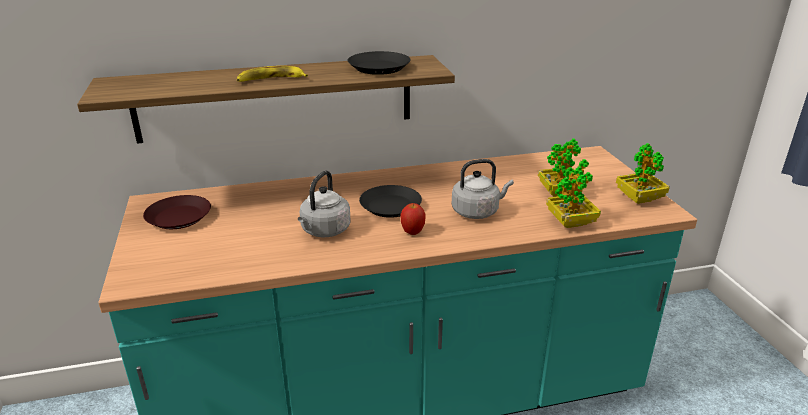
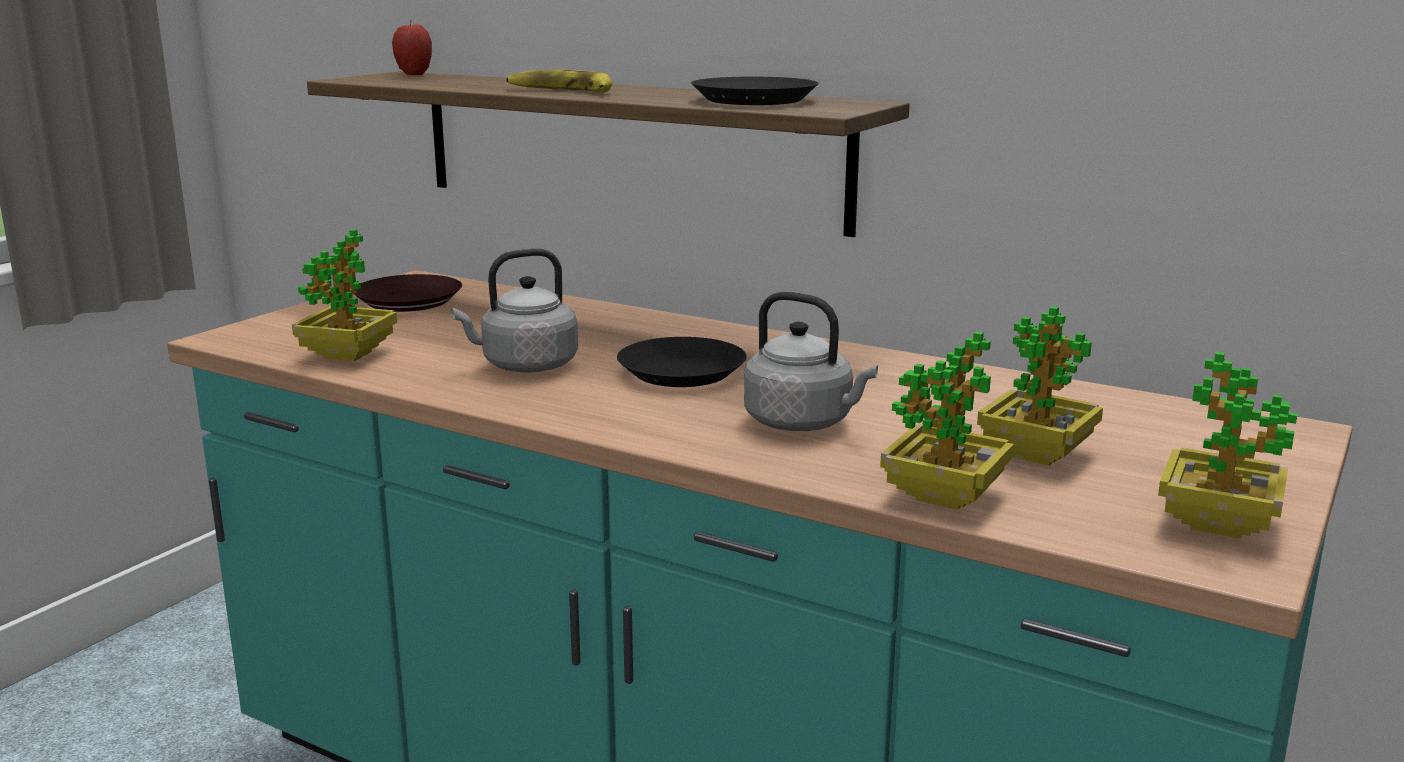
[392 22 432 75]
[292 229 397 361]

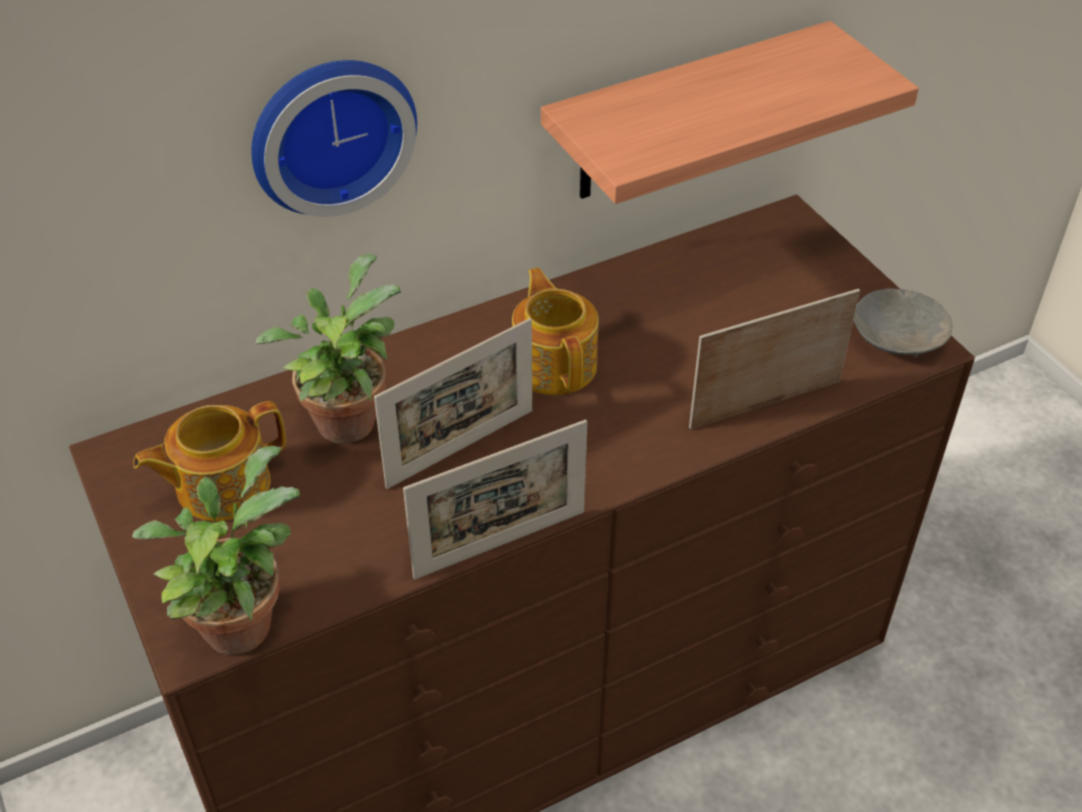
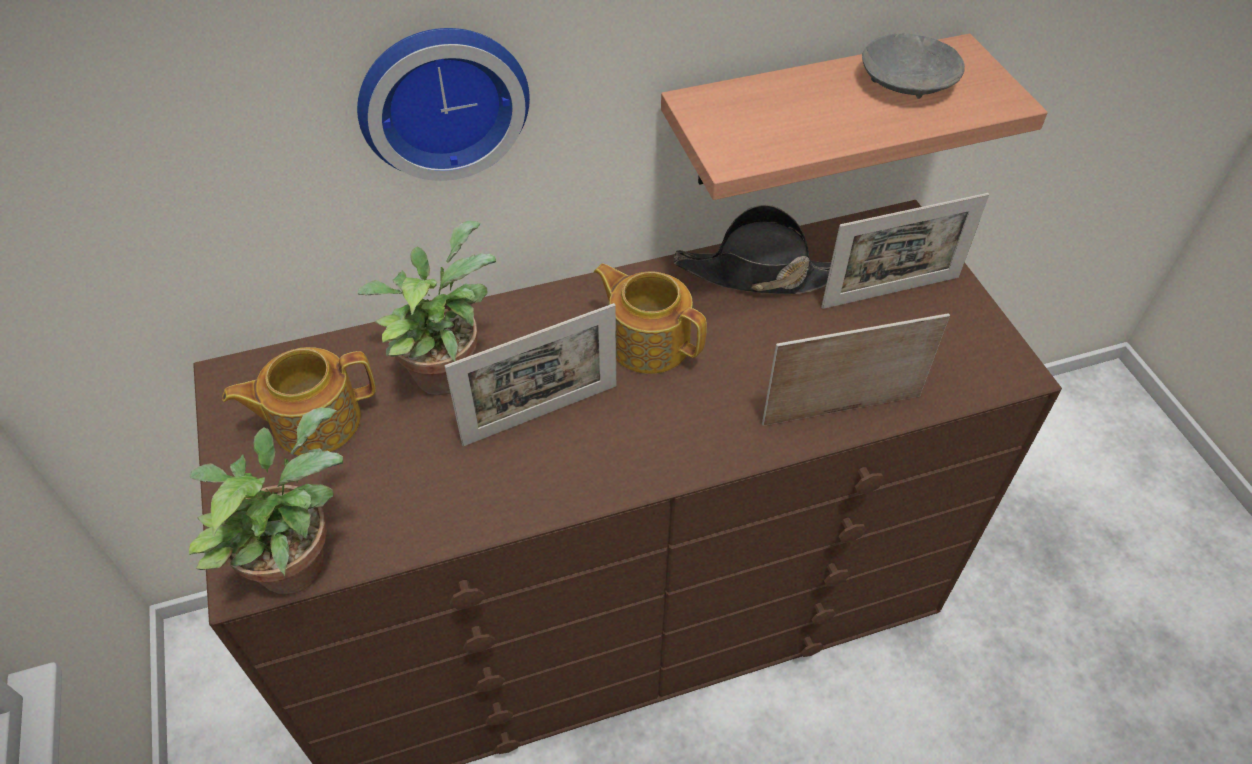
[821 193 989 309]
[594 264 707 374]
[862 34 965 99]
[674 205 831 294]

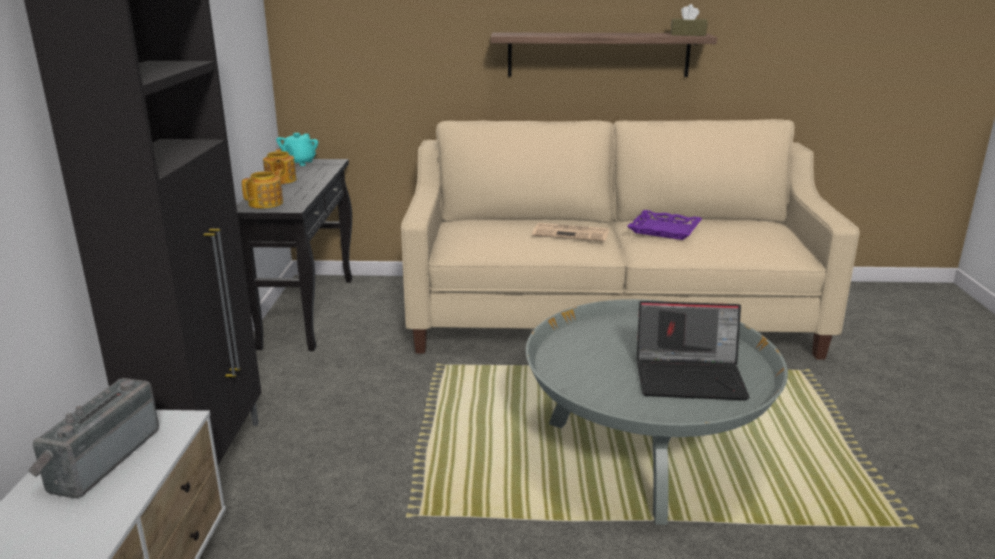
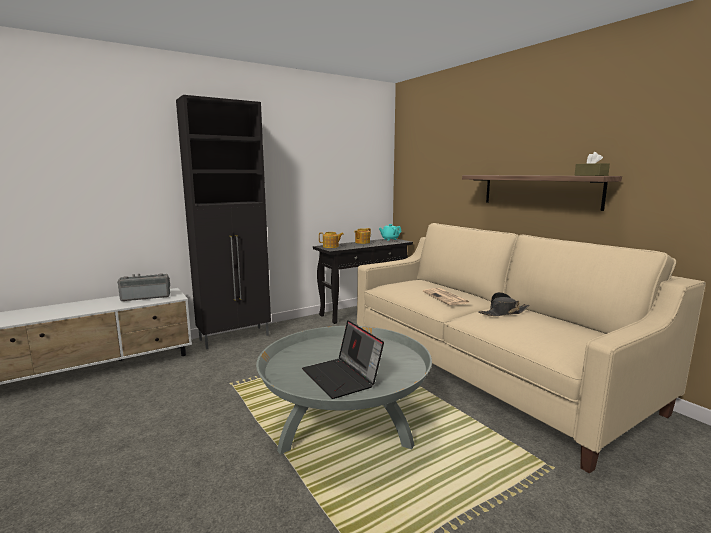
[478 292 529 316]

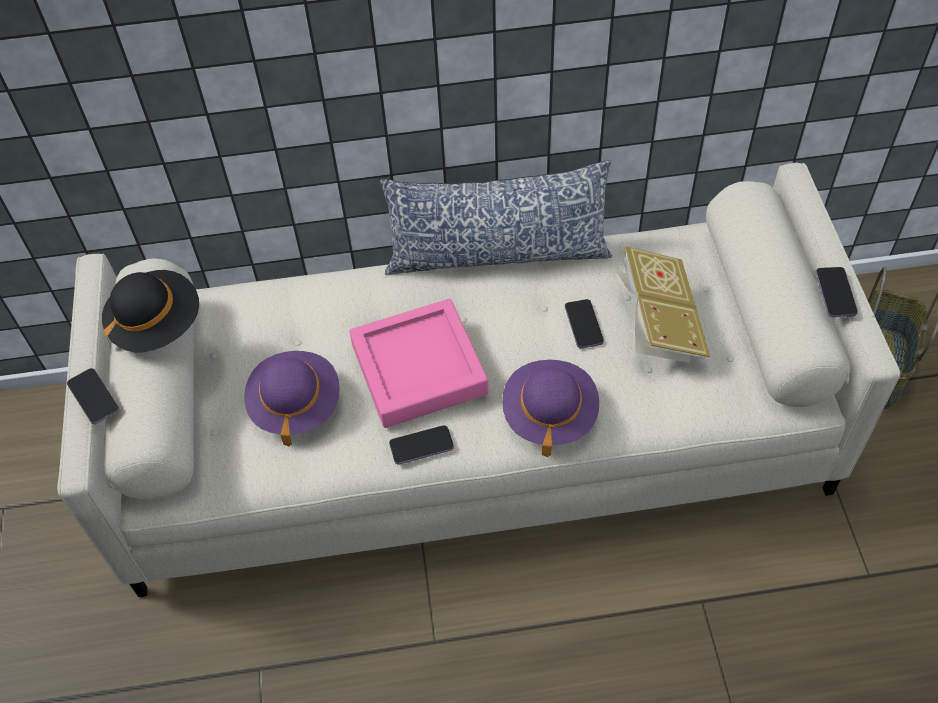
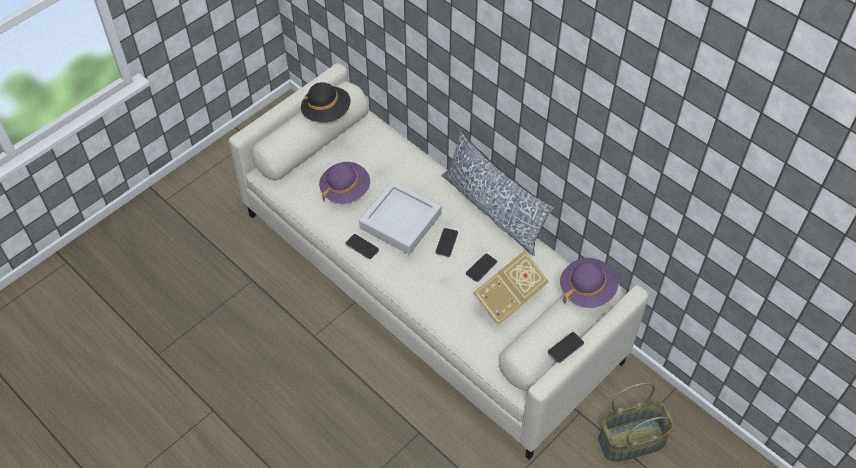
[435 228 458 257]
[359 181 442 254]
[560 258 618 308]

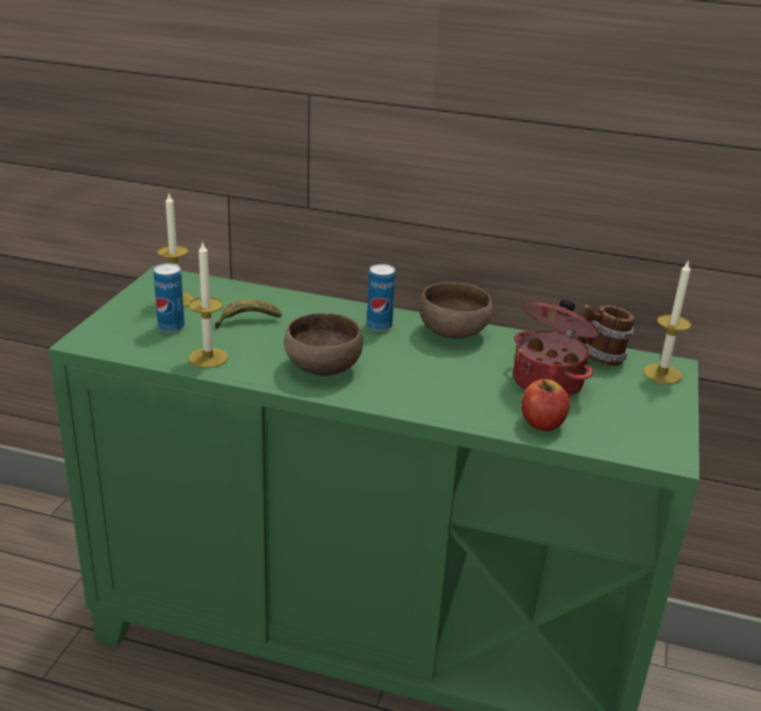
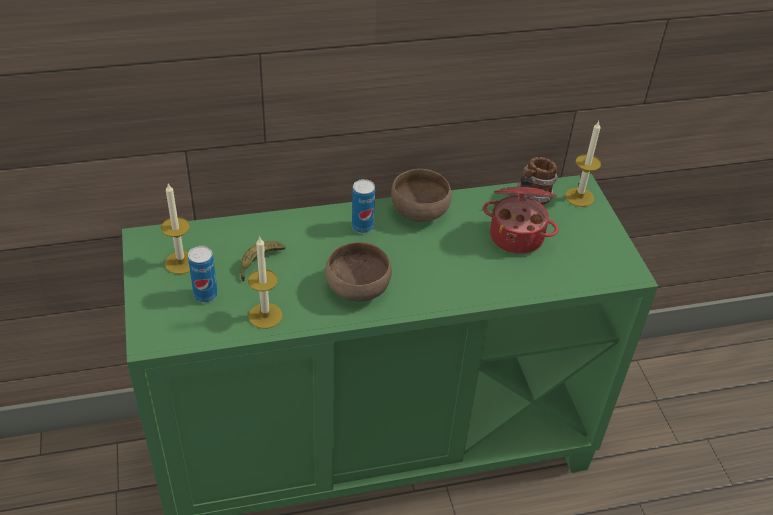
[522 379 570 431] (first image)

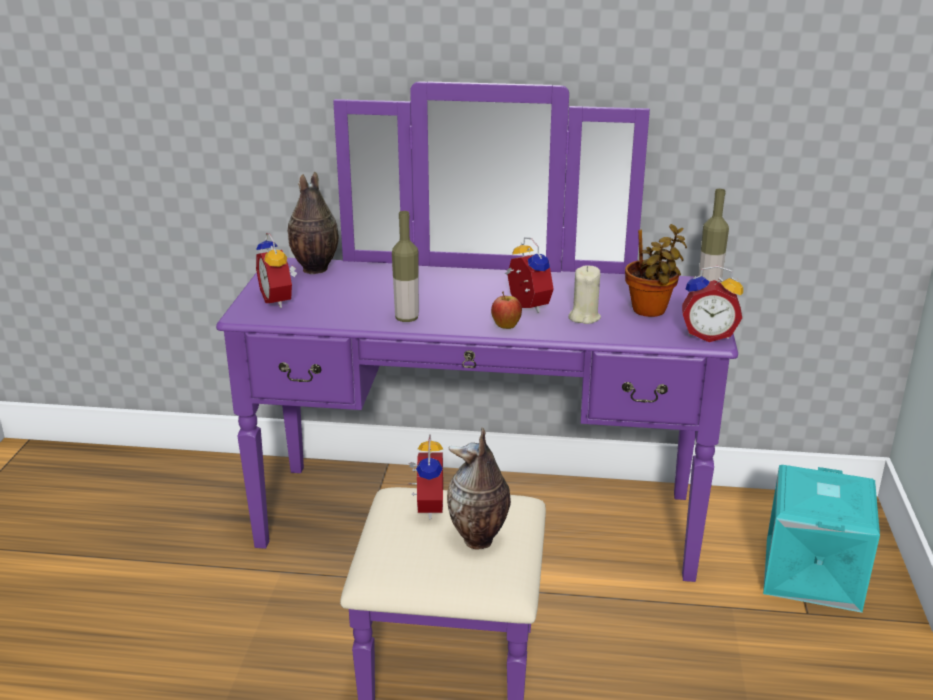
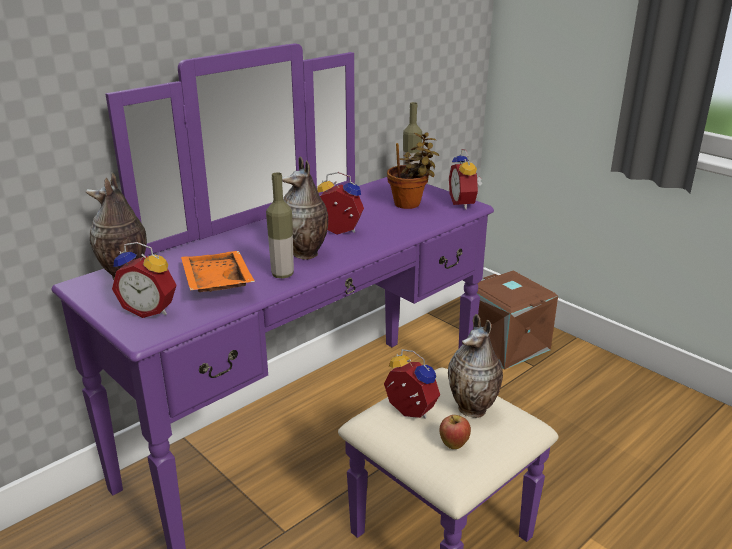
[439 415 471 449]
[568 266 601 324] (first image)
[449 149 482 210]
[477 271 558 370]
[181 251 255 292]
[282 156 328 260]

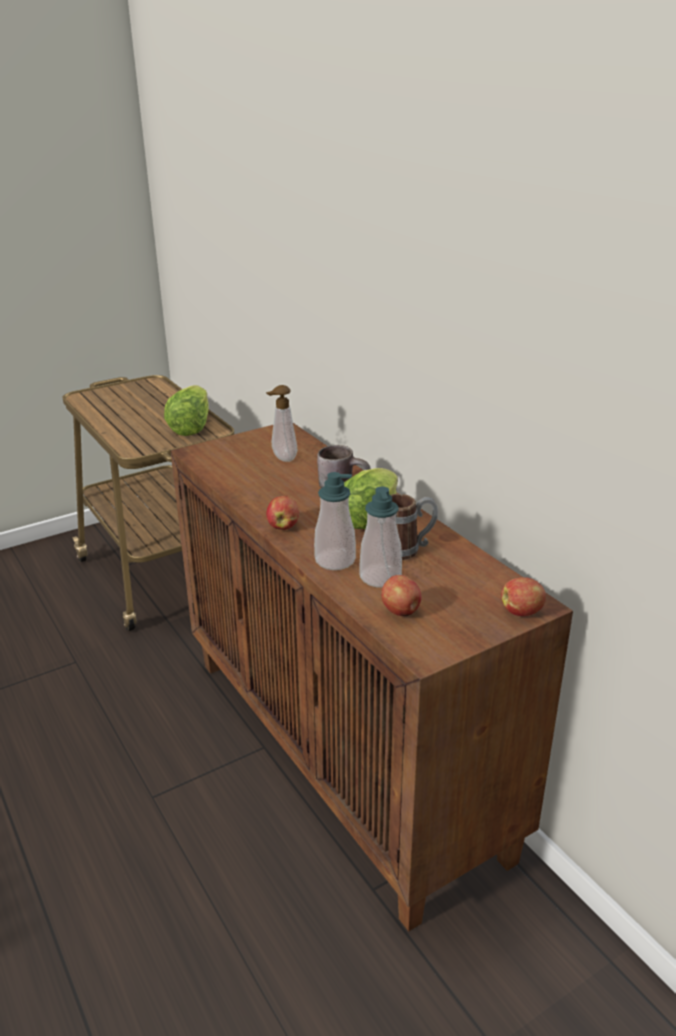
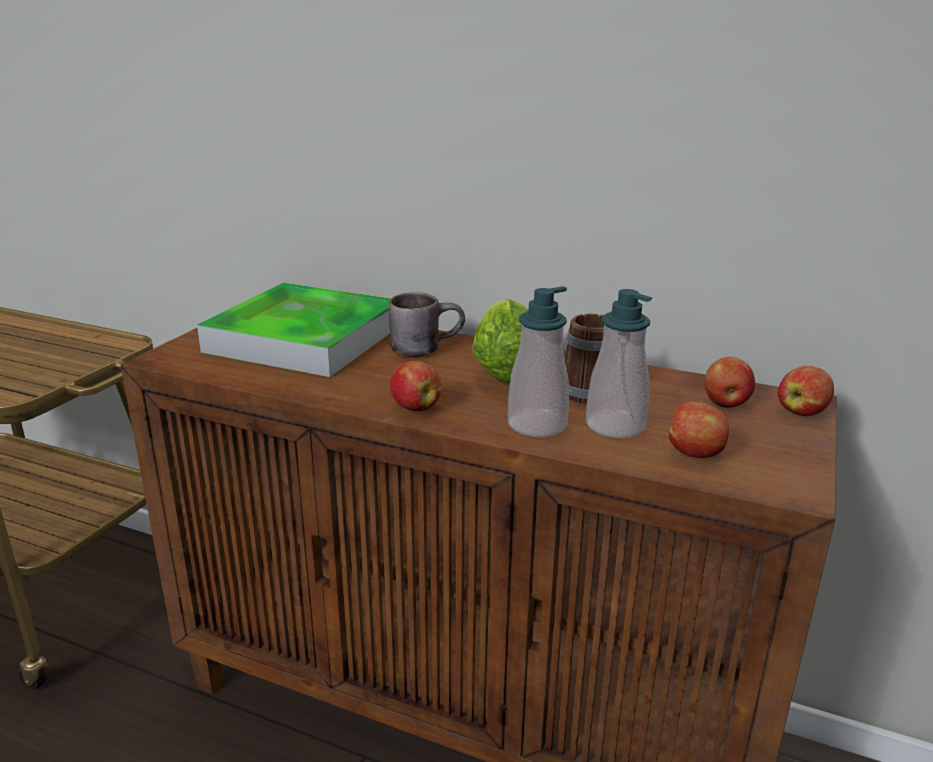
[164 385 209 436] (first image)
[197 283 391 377]
[704 357 755 408]

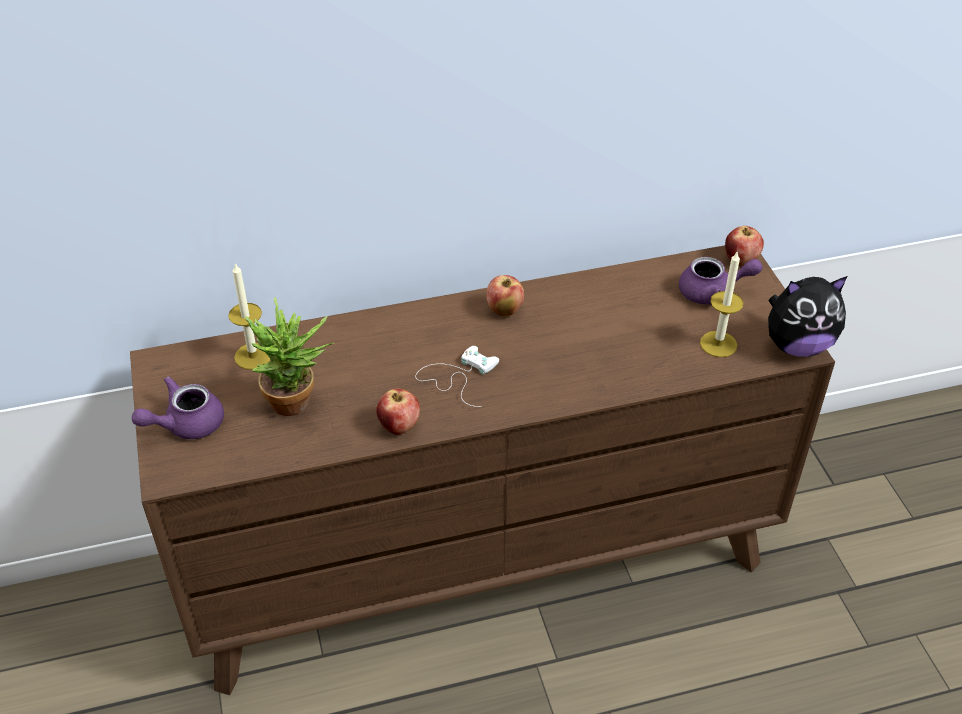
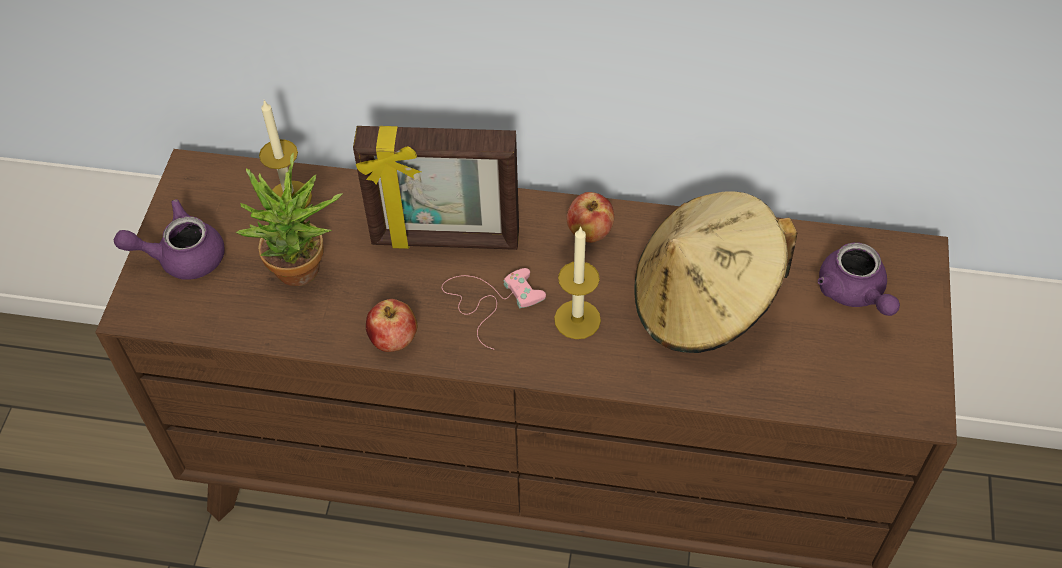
[442 268 546 350]
[818 242 900 316]
[554 226 601 339]
[725 226 764 266] (first image)
[768 276 847 357] (first image)
[353 126 519 250]
[635 191 797 353]

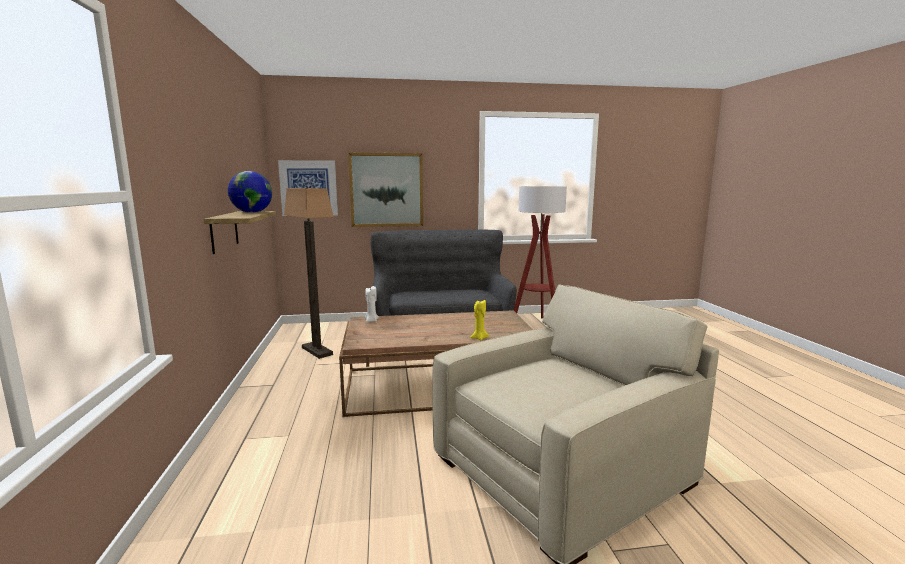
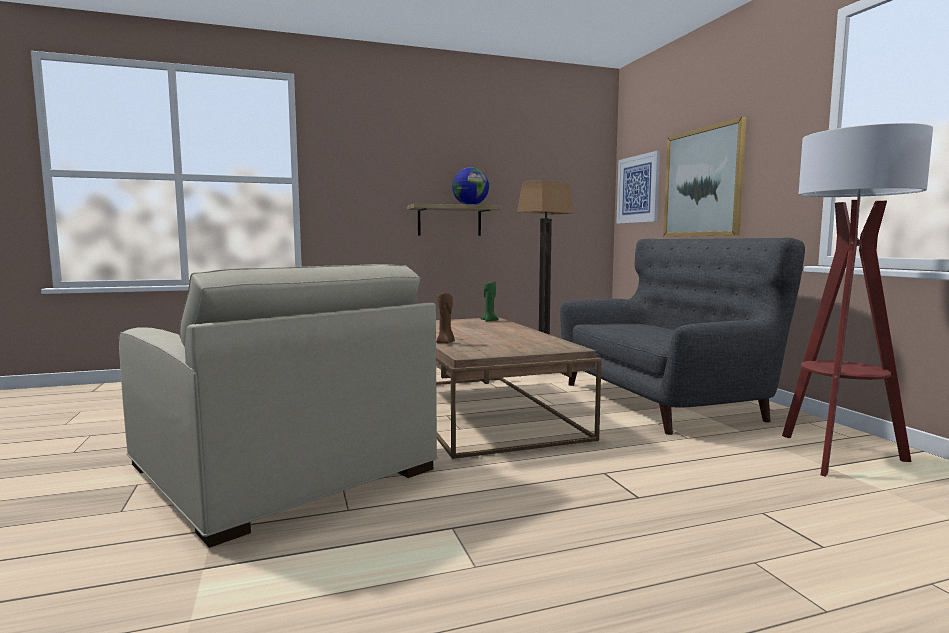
[481 282 499 322]
[436 293 455 344]

